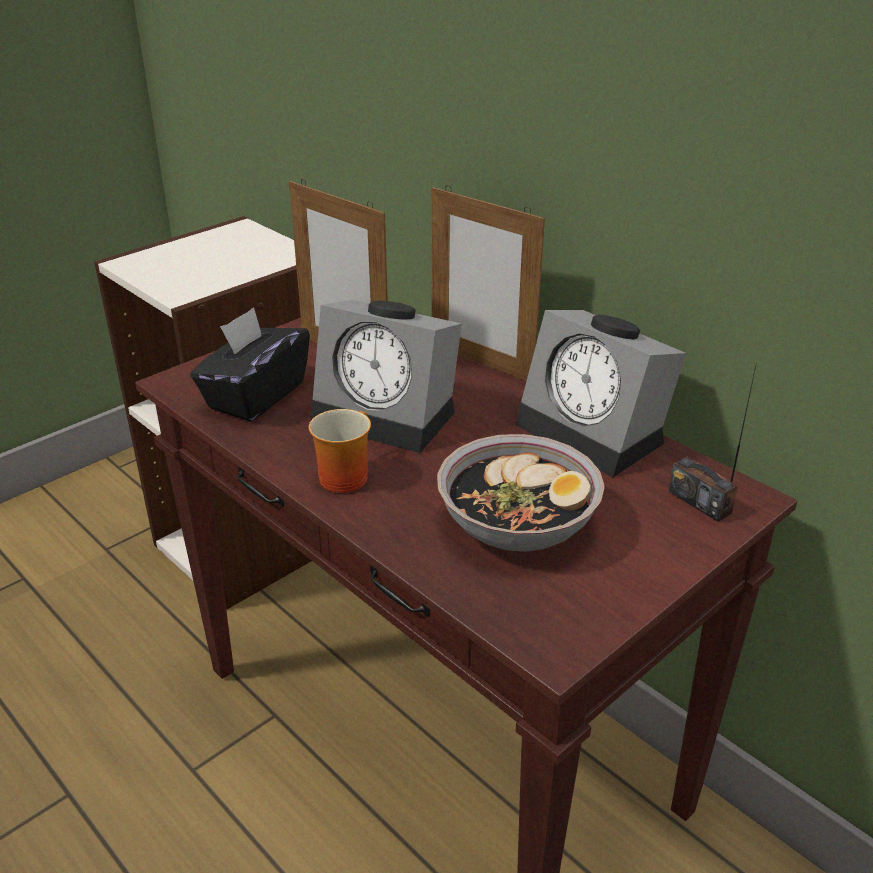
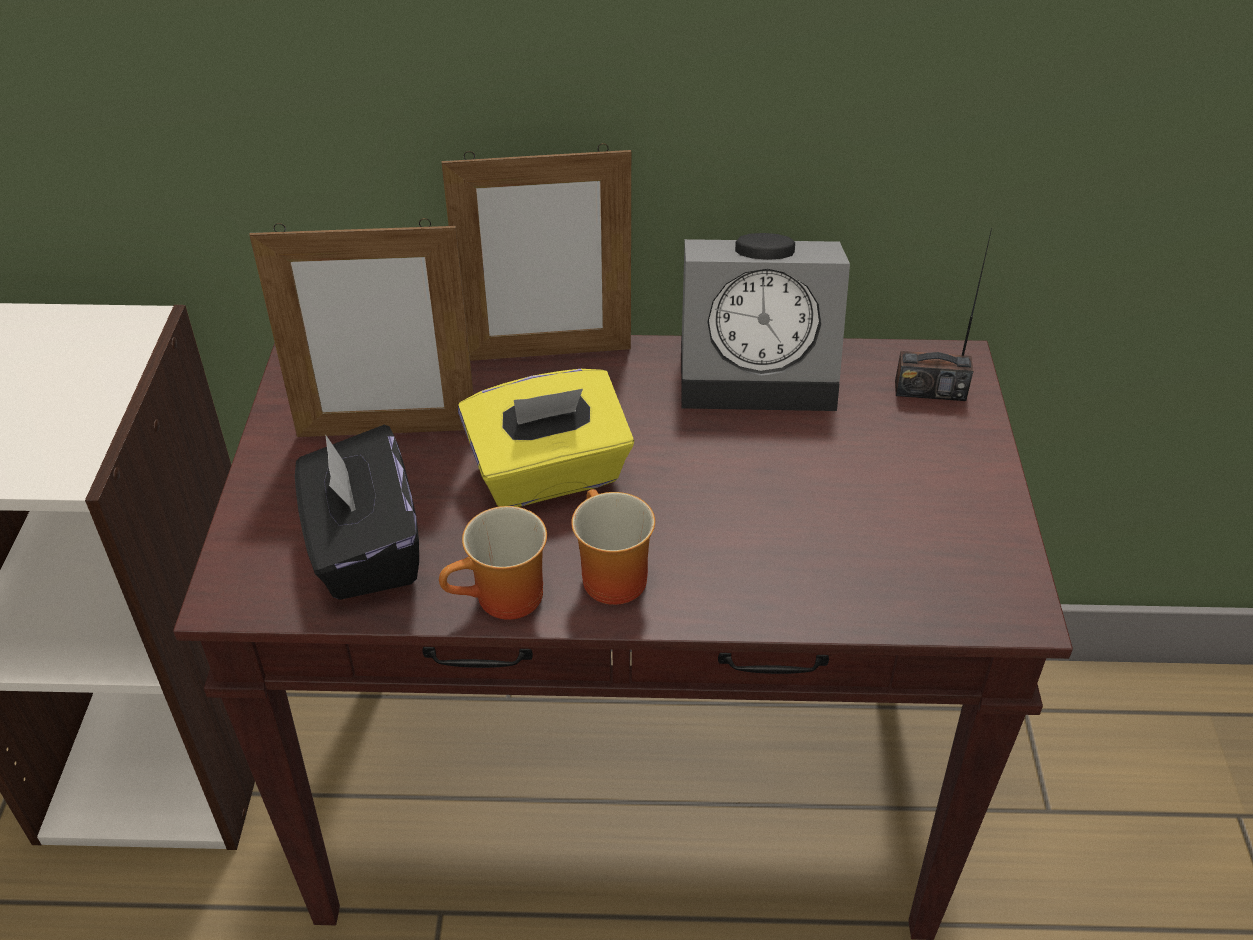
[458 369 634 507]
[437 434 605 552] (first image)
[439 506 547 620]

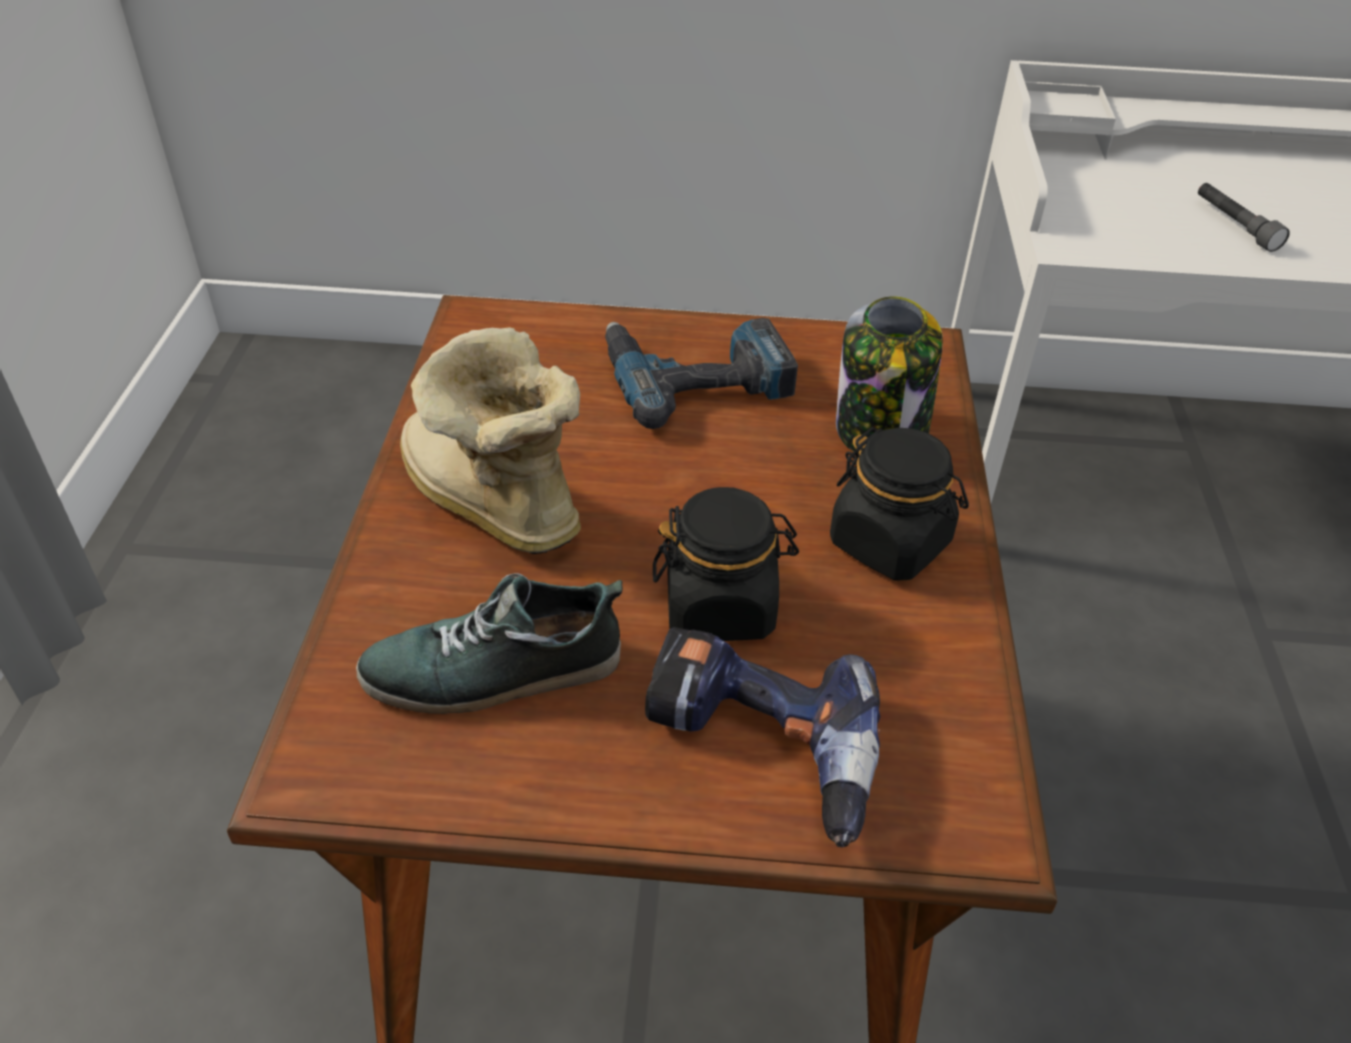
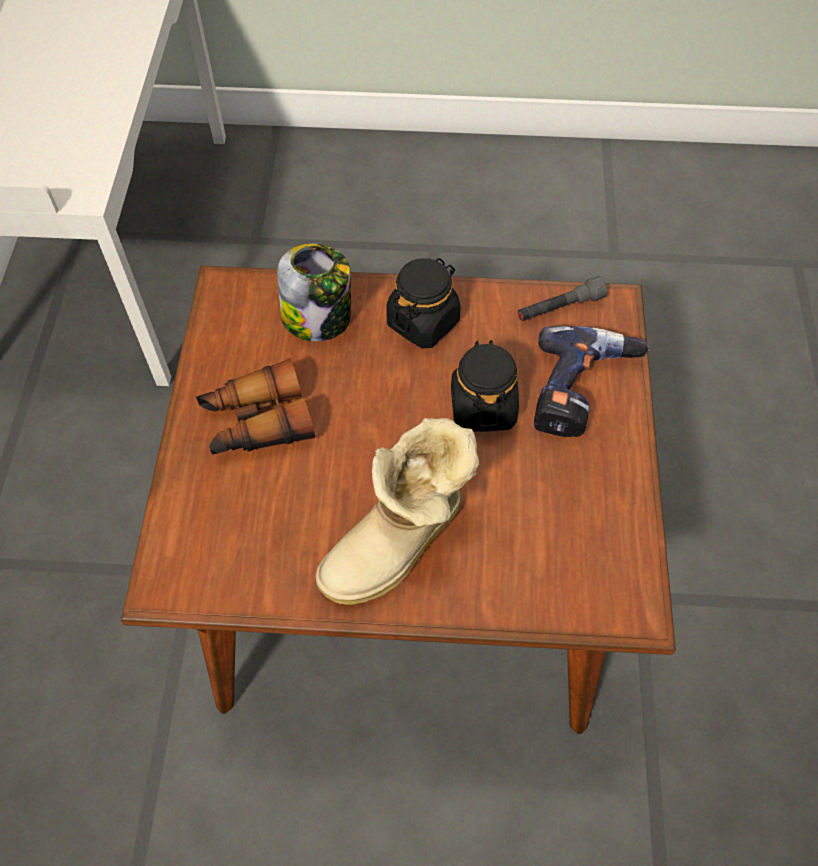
[356 573 623 714] (first image)
[196 359 315 454]
[518 276 607 321]

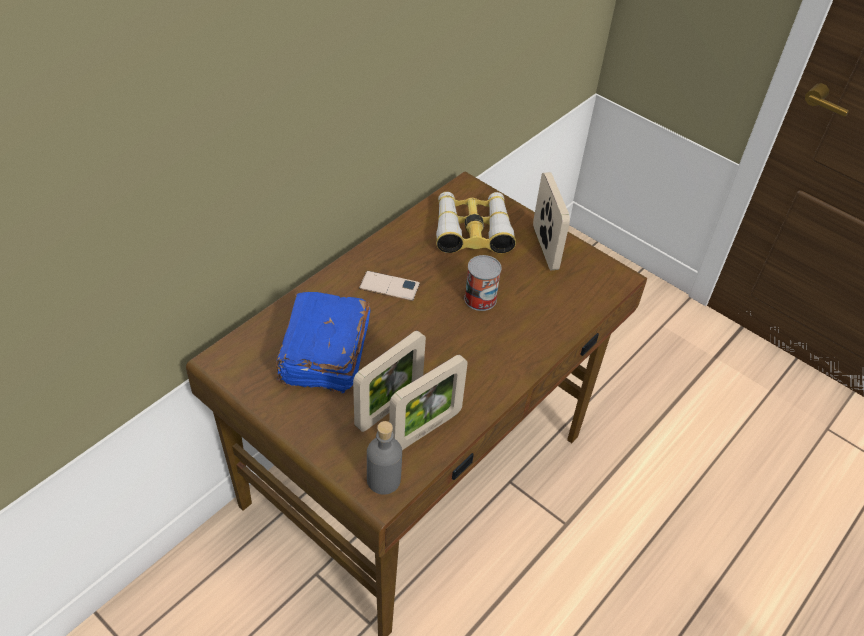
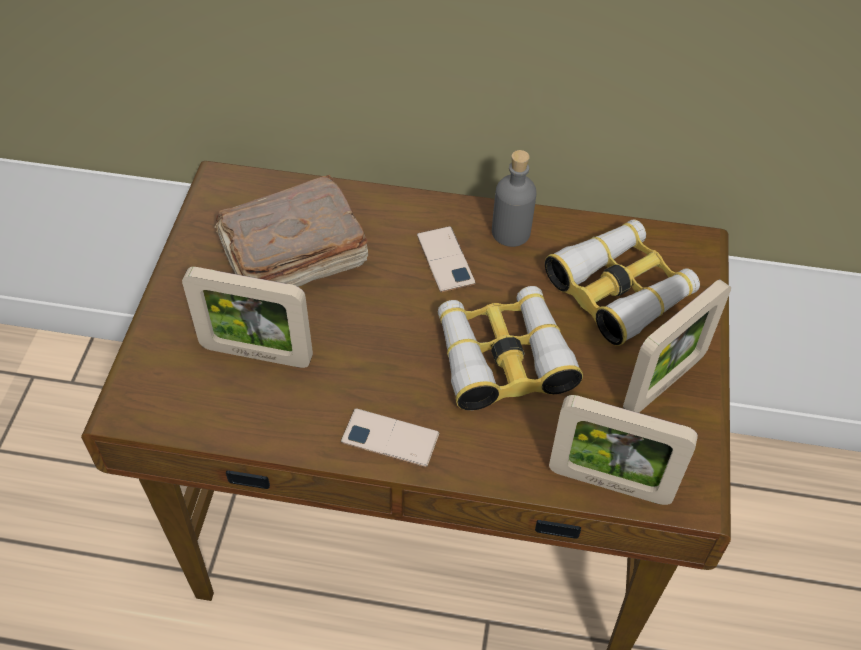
[214 175 368 287]
[492 150 537 247]
[549 395 698 505]
[438 286 583 410]
[341 408 440 467]

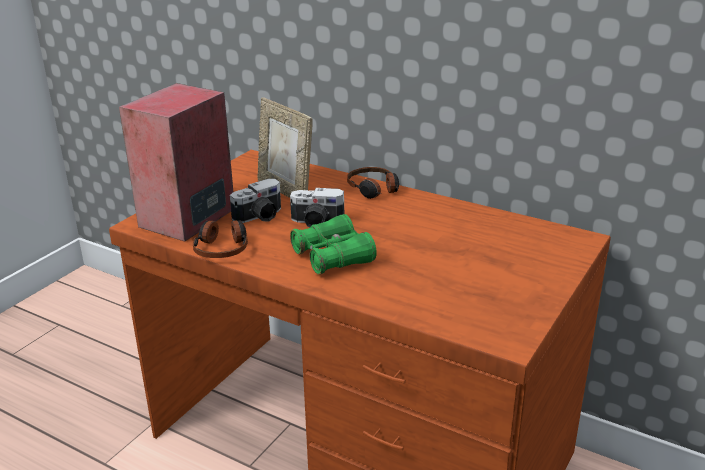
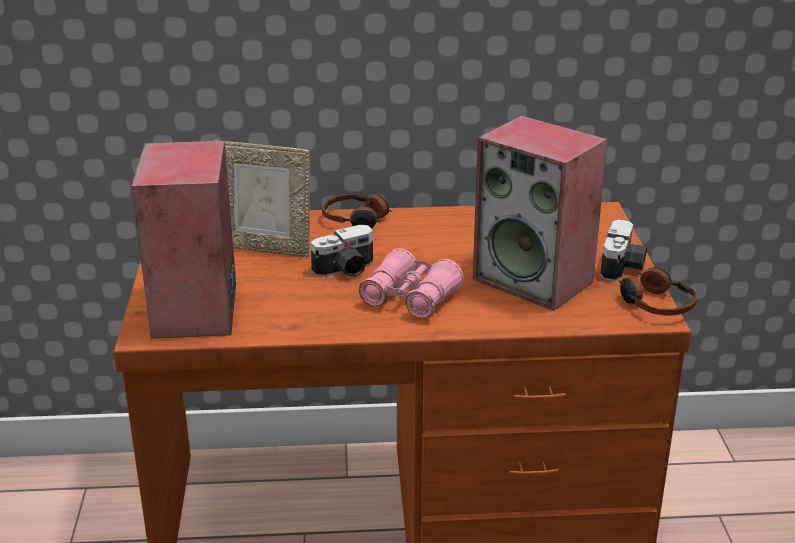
[619 267 697 316]
[600 219 647 282]
[359 248 464 319]
[473 116 607 311]

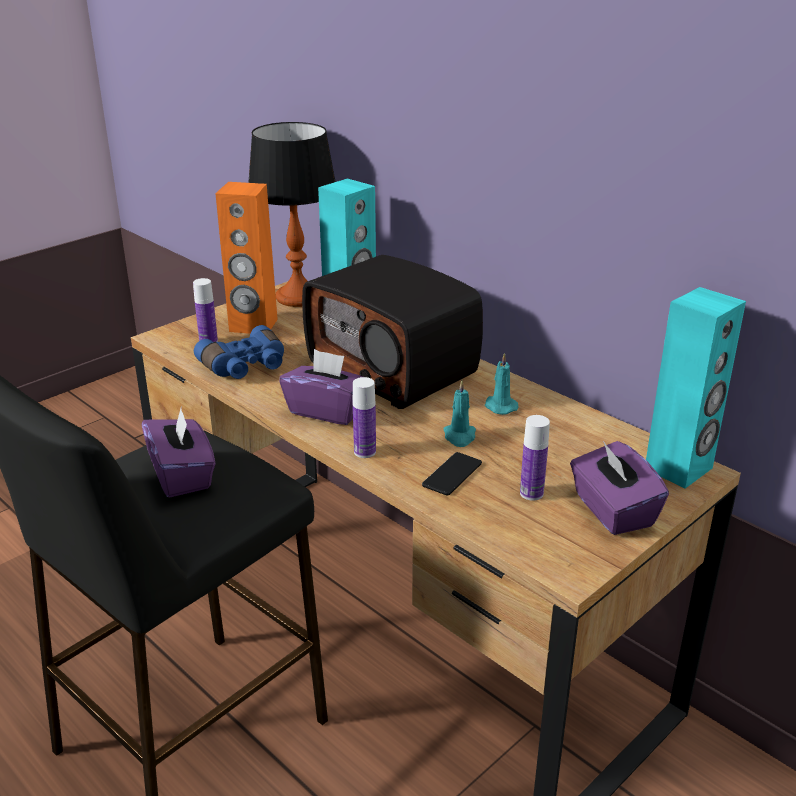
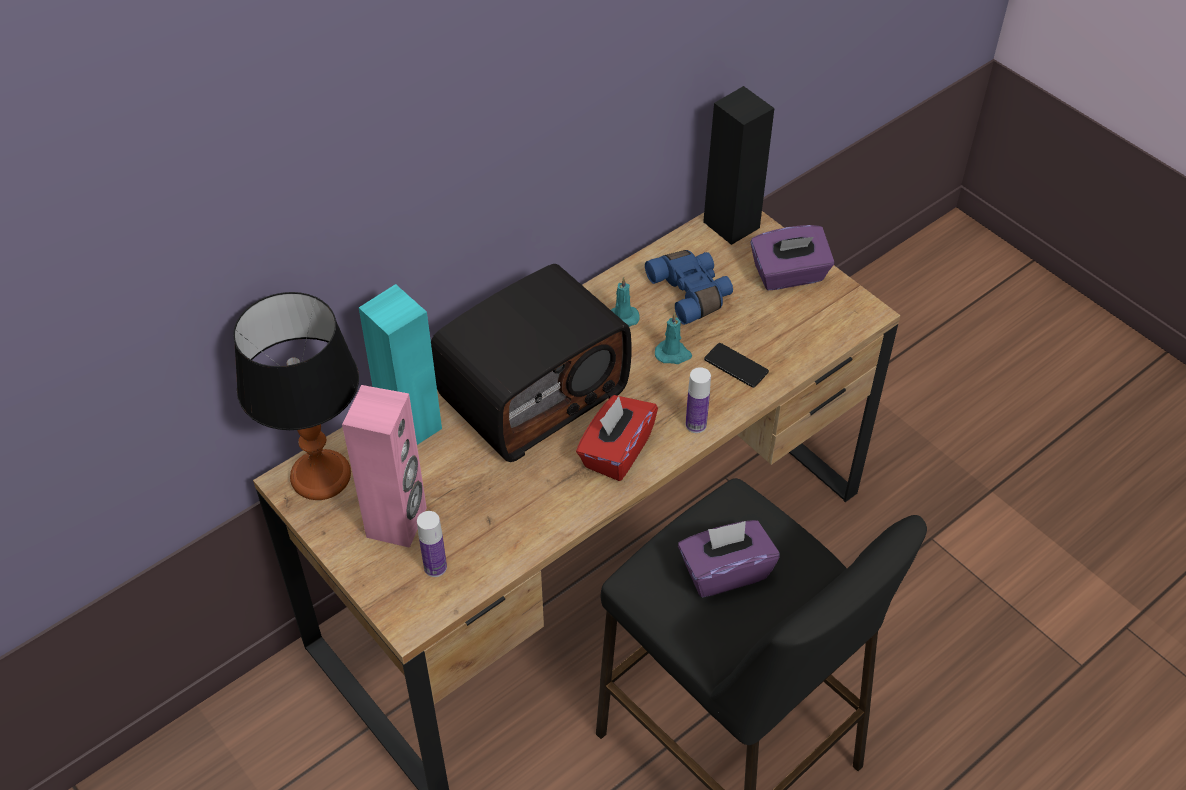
[645 250 733 325]
[342 385 427 548]
[576 395 658 481]
[520 415 550 501] (first image)
[703 86 774 245]

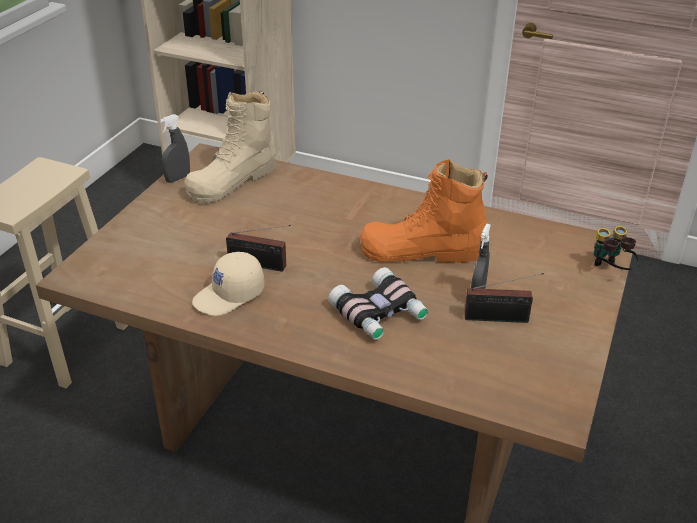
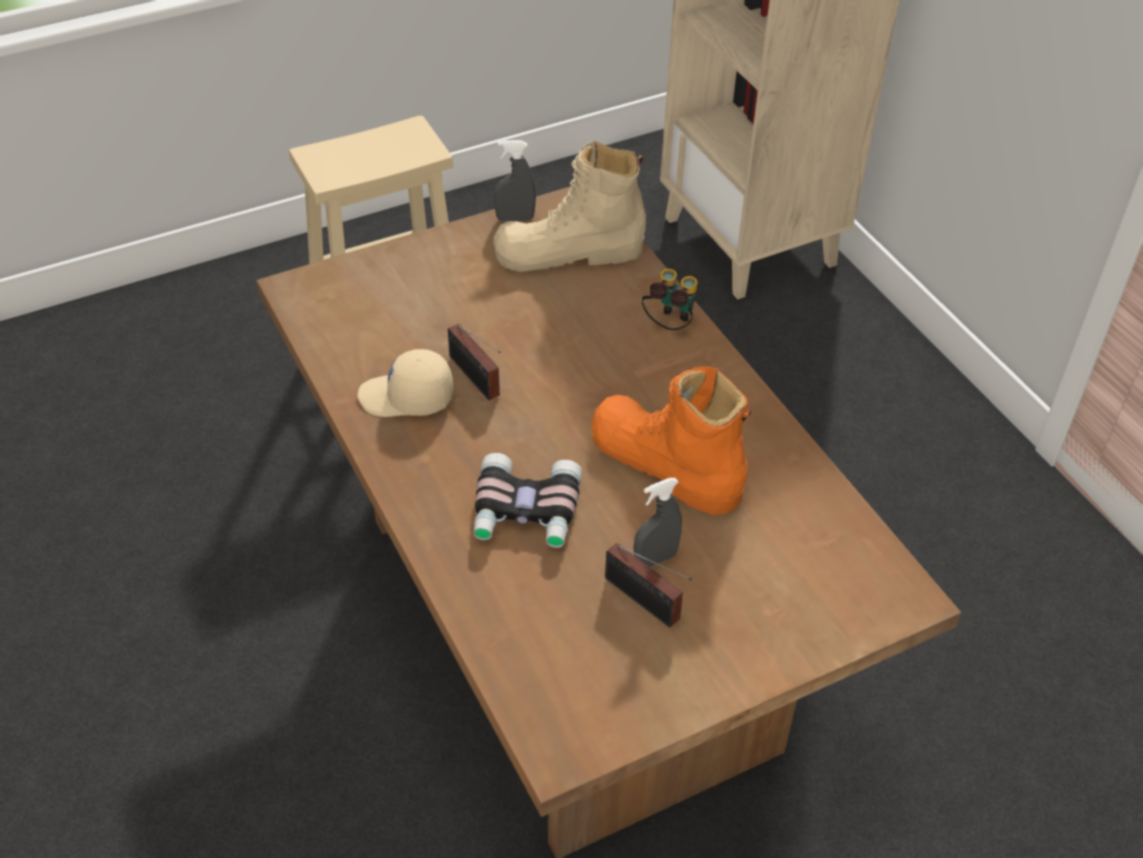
[642 269 698 330]

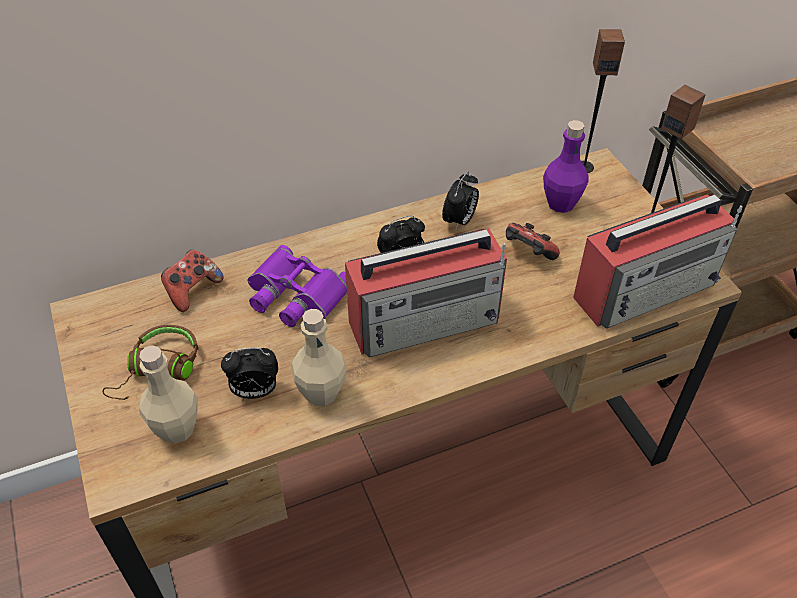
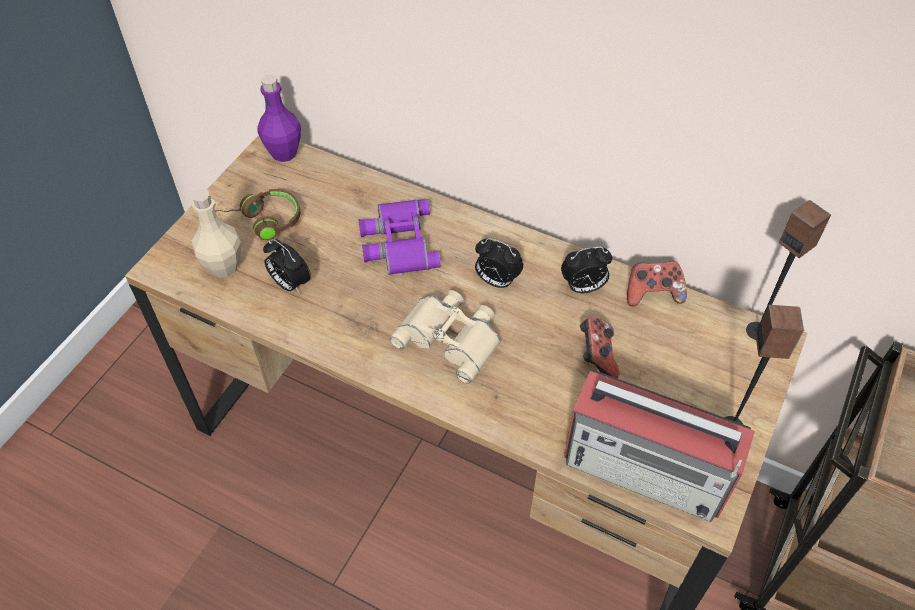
[627 261 687 306]
[291 309 347 406] (first image)
[390 290 500 383]
[257 74 301 162]

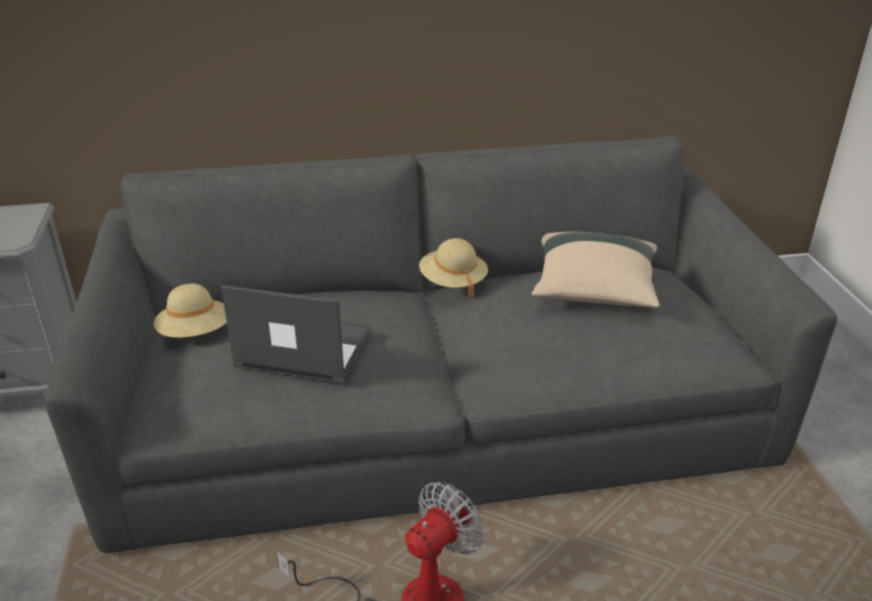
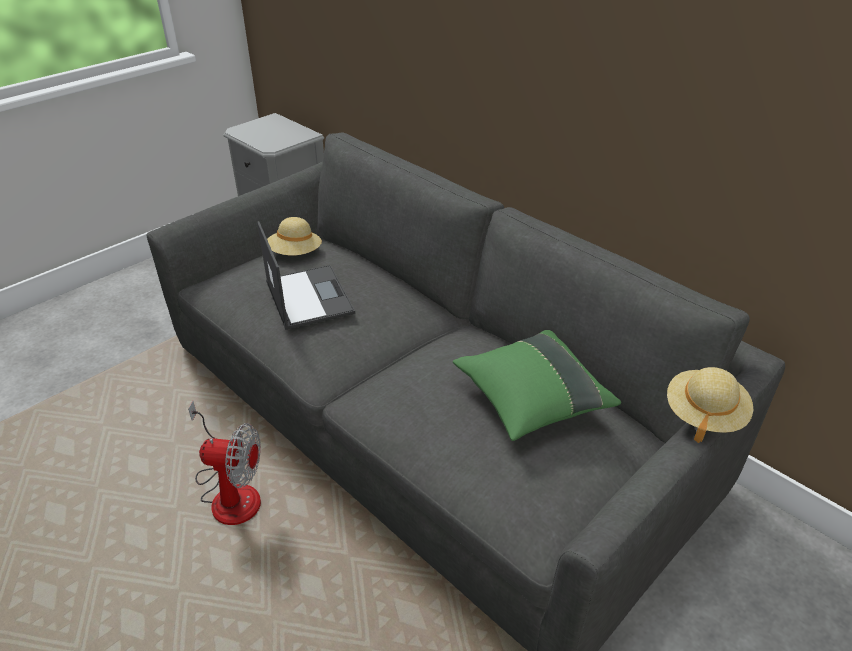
[667 367 753 443]
[453 330 621 441]

